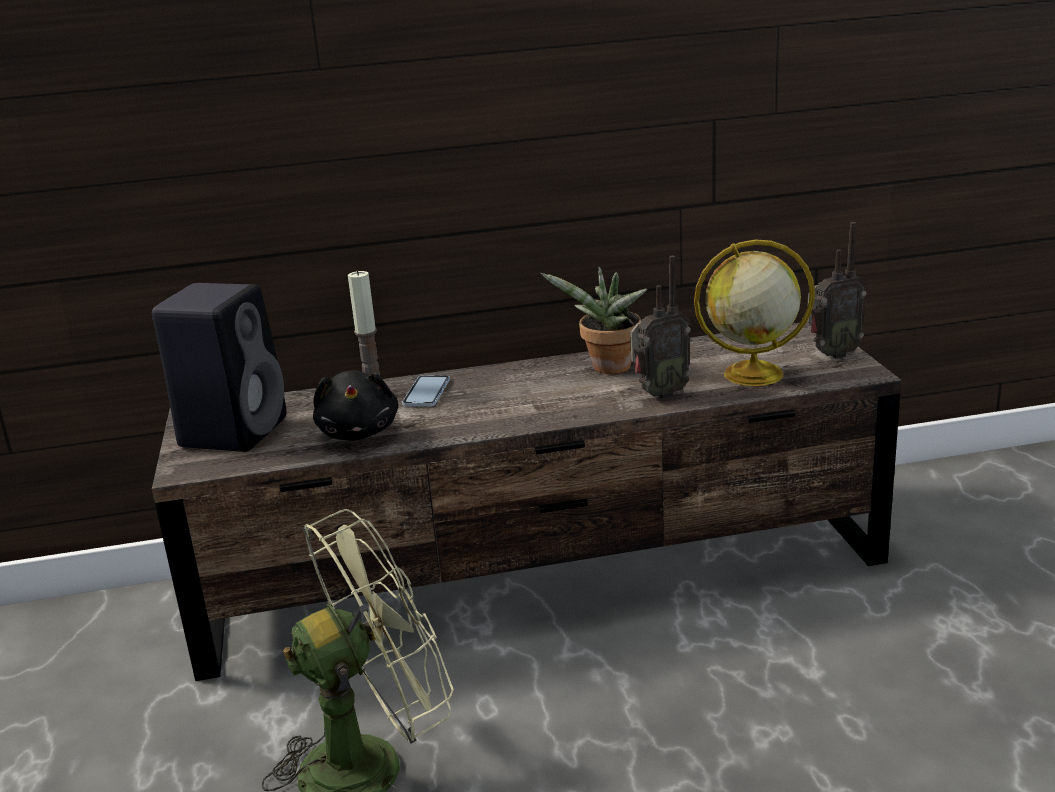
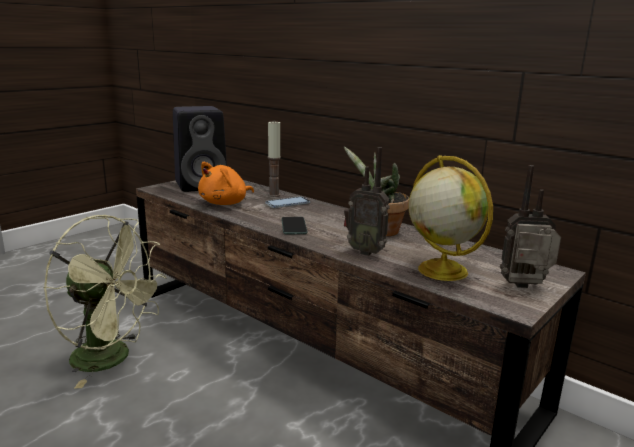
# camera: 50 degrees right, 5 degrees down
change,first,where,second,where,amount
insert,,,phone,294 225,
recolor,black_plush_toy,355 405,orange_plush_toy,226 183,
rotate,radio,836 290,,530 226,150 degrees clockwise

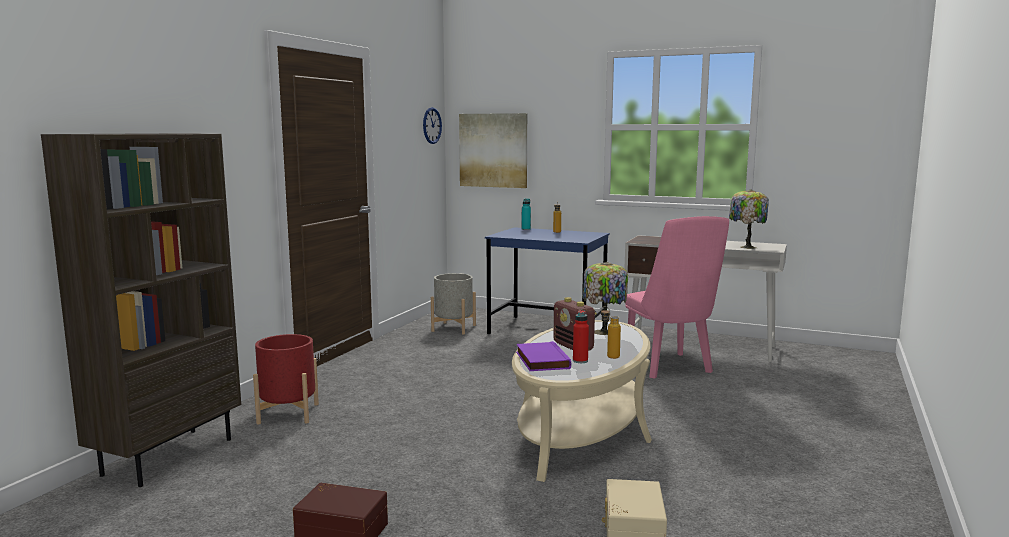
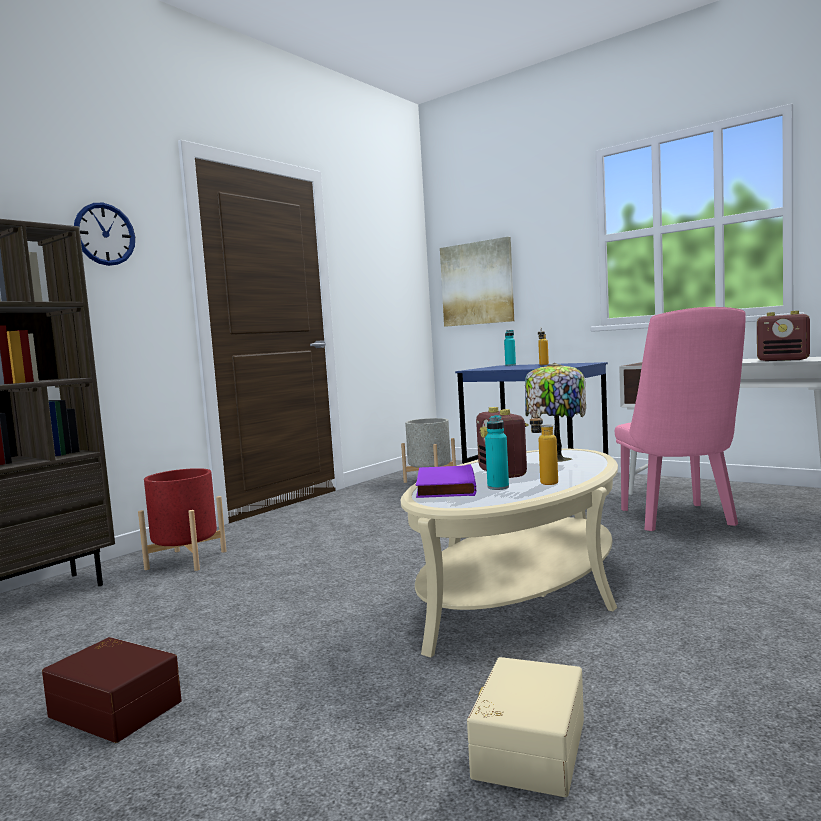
# camera: 15 degrees right, 5 degrees down
change,first,where,second,where,amount
move,wall_clock,432 125,,104 234,
replace,table_lamp,749 219,radio,783 336,
recolor,red_bottle,581 336,turquoise_bottle,497 452,

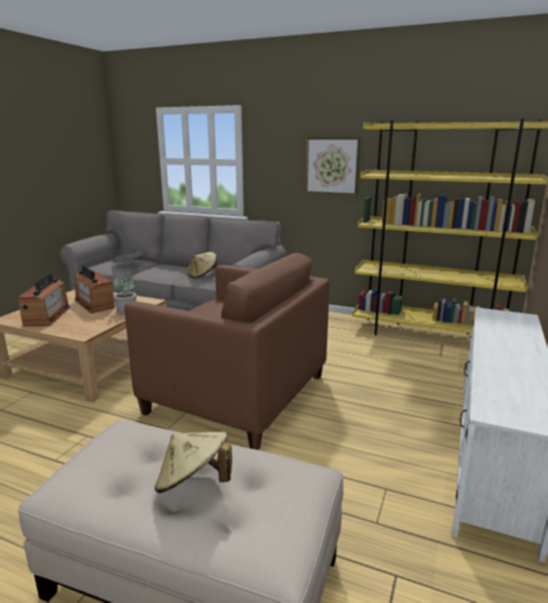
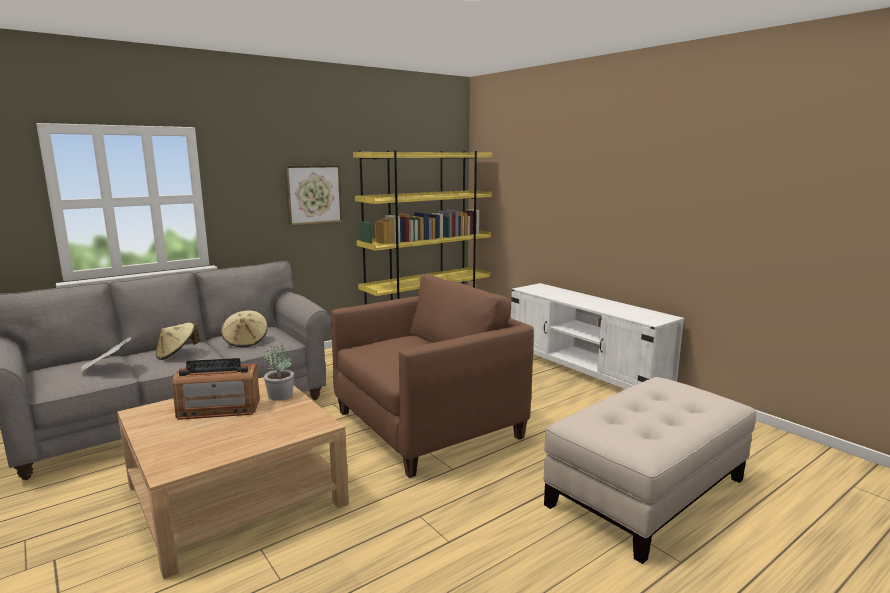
# camera: 60 degrees left, 5 degrees down
change,first,where,second,where,amount
delete,radio,43 299,,,
move,beige_hat,193 462,,178 341,

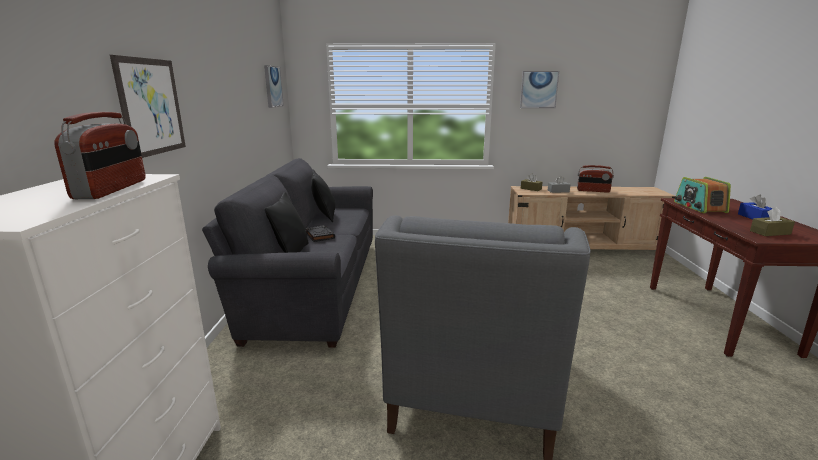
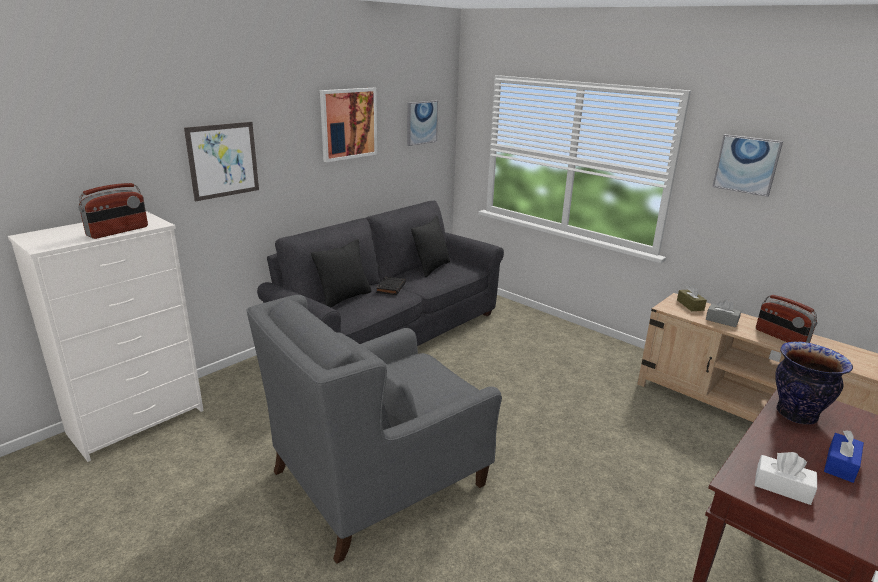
# camera: 40 degrees right, 5 degrees up
change,first,where,second,where,amount
insert,,,picture,348 125,
replace,radio,702 195,vase,814 383,
recolor,brown_tissue_box,772 221,white_tissue_box,786 478,

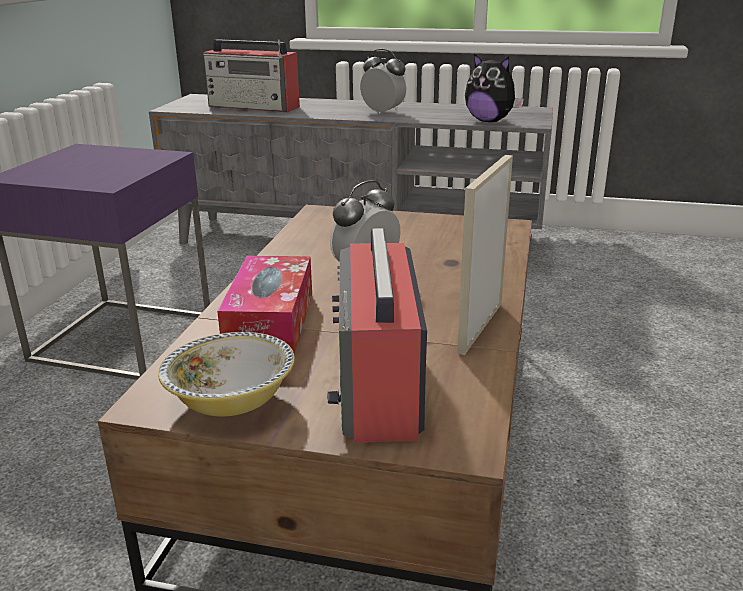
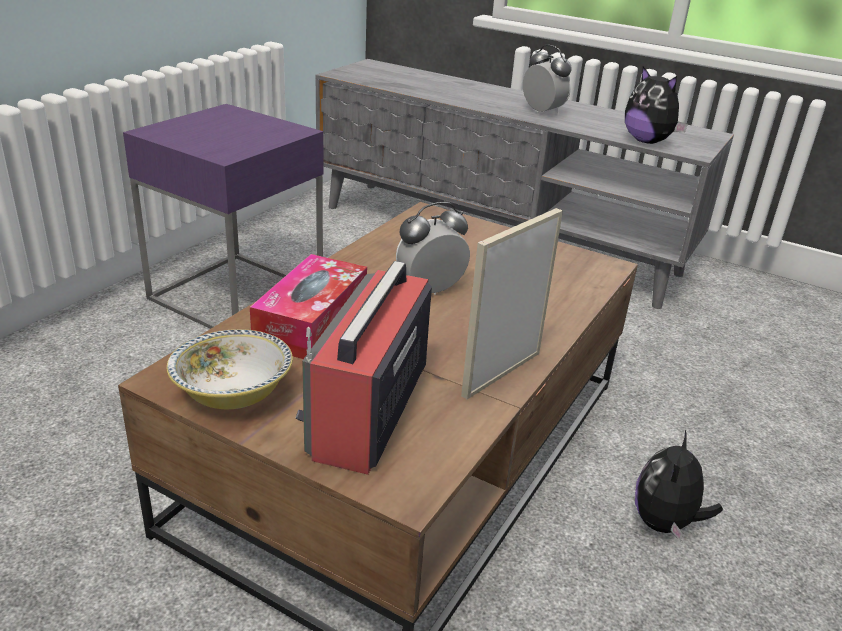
# camera: 15 degrees right, 5 degrees up
change,first,where,second,where,amount
delete,radio,251 75,,,
insert,,,plush_toy,679 486,

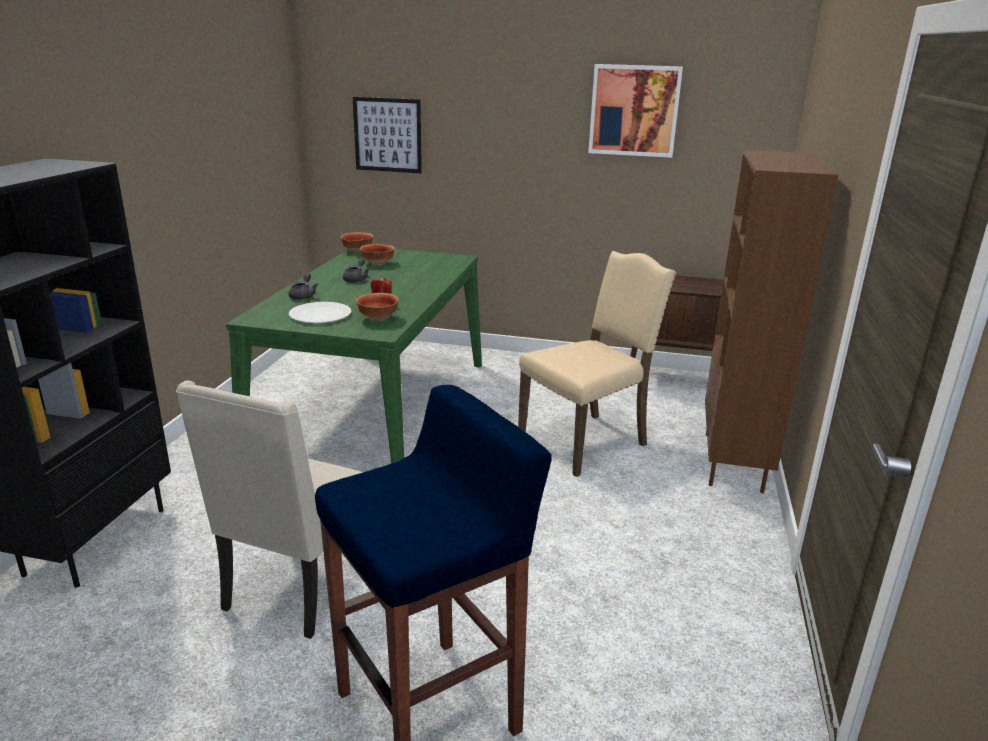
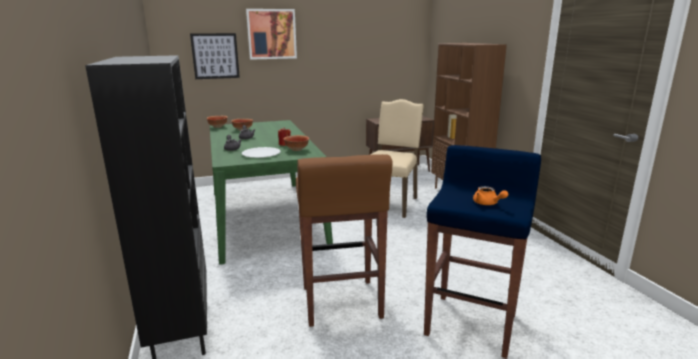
# camera: 30 degrees left, 5 degrees down
change,first,where,second,where,amount
insert,,,orange_teapot,490 195,
move,picture,635 111,,271 34,
replace,beige_chair,269 509,brown_stool,344 240,

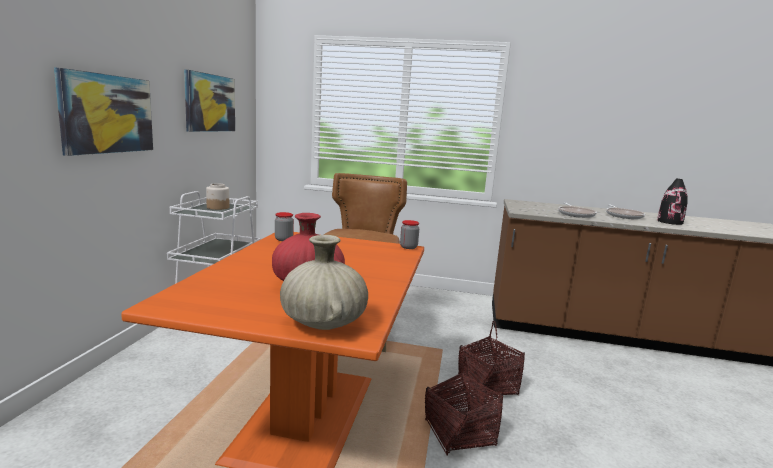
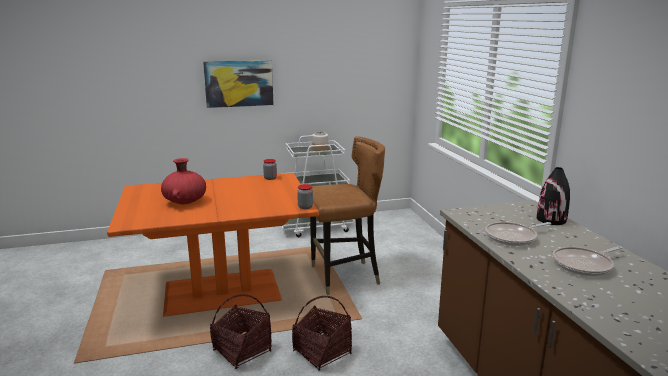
# camera: 65 degrees right, 5 degrees up
change,first,where,second,where,amount
delete,picture,209 100,,,
delete,beige_vase,324 282,,,
move,black_vase,672 202,,553 196,

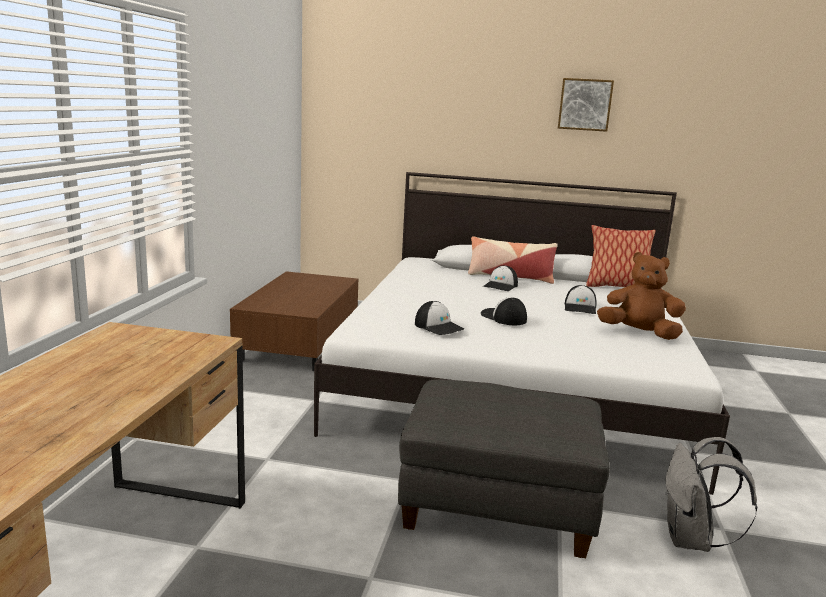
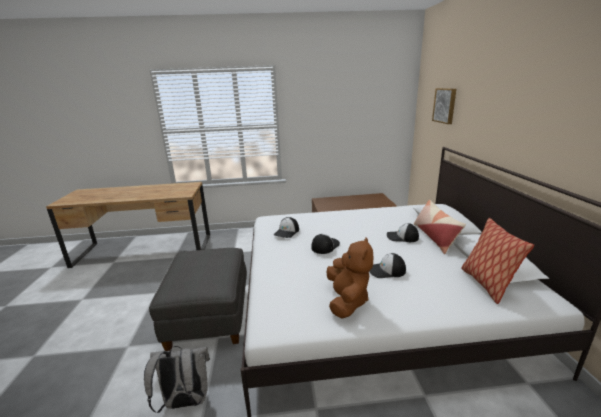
# camera: 75 degrees right, 5 degrees up
change,first,where,second,where,amount
move,picture,586 105,,444 106,

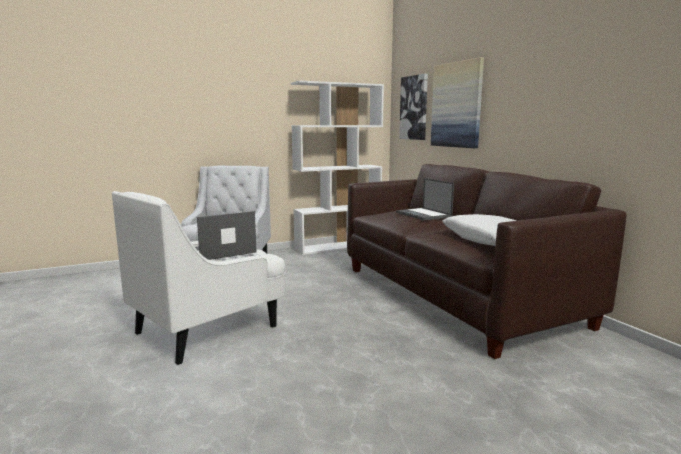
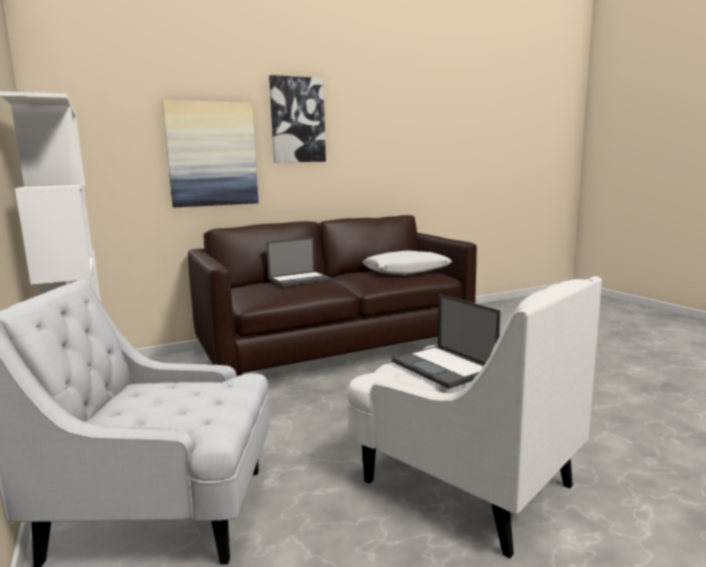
# camera: 90 degrees left, 0 degrees up
change,first,where,second,where,amount
move,picture,413 107,,297 118,

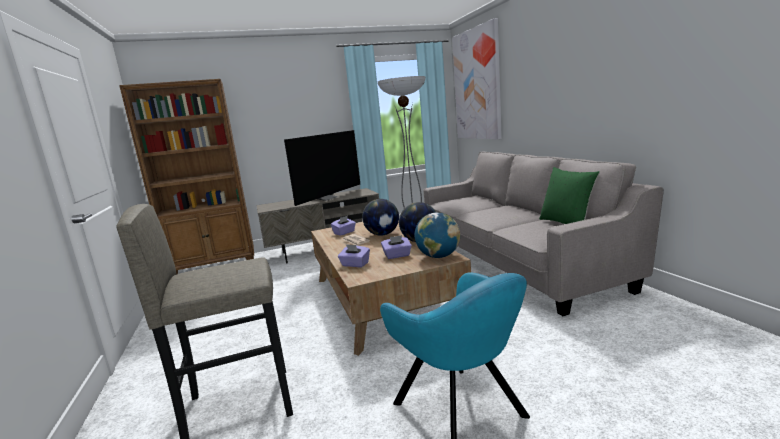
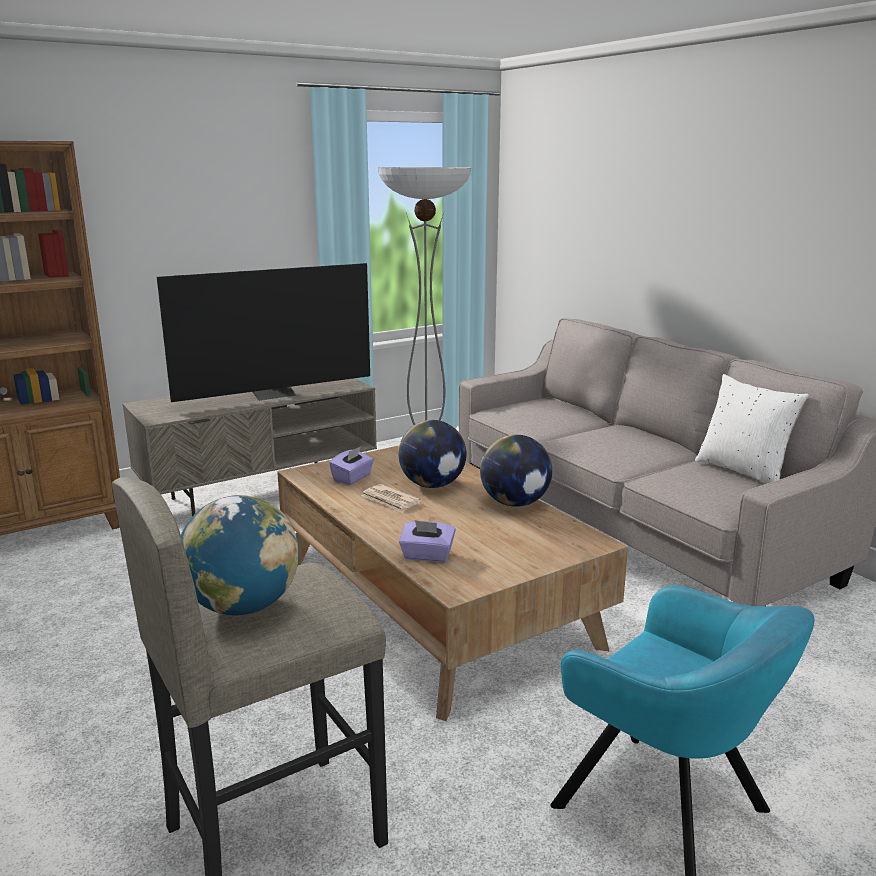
# camera: 15 degrees left, 5 degrees up
change,first,where,second,where,amount
delete,purple_tissue_box,396 247,,,
delete,picture,477 78,,,
move,globe,437 235,,240 555,
recolor,green_pillow,569 195,white_pillow,752 429,
rotate,television,322 168,,263 332,45 degrees clockwise

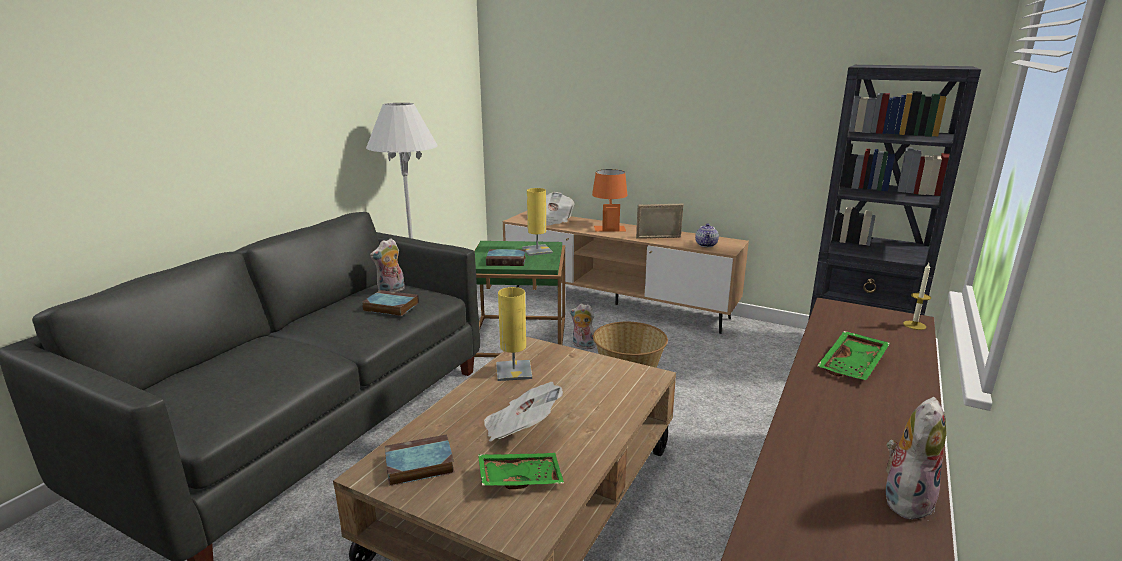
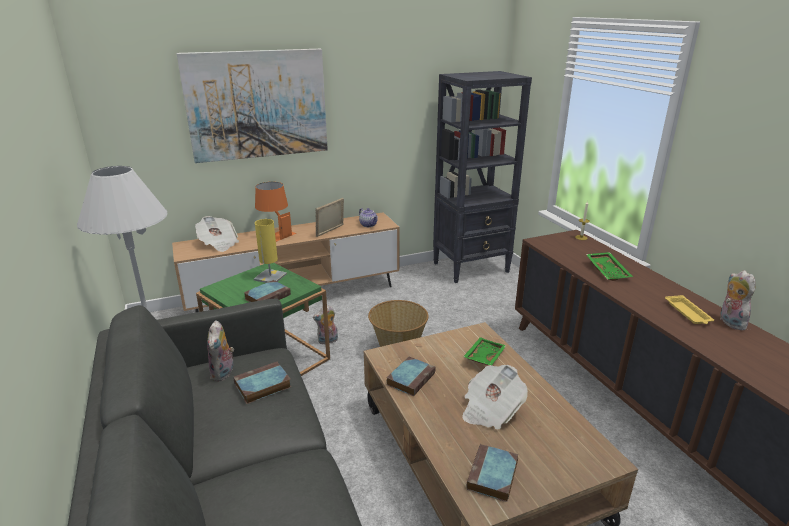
# camera: 50 degrees left, 5 degrees up
change,first,where,second,where,amount
insert,,,picture,252 106,
insert,,,yellow_tray,689 309,
move,green_tray,521 471,,484 351,
replace,yellow_table_lamp,514 334,book,411 376,

